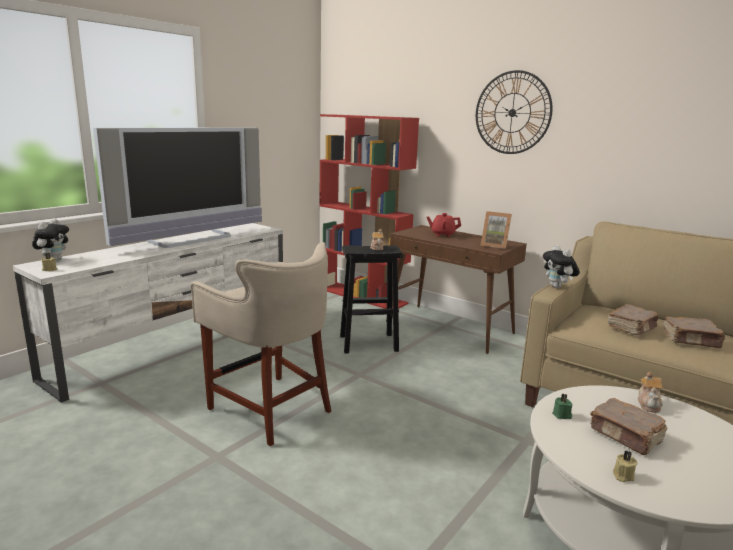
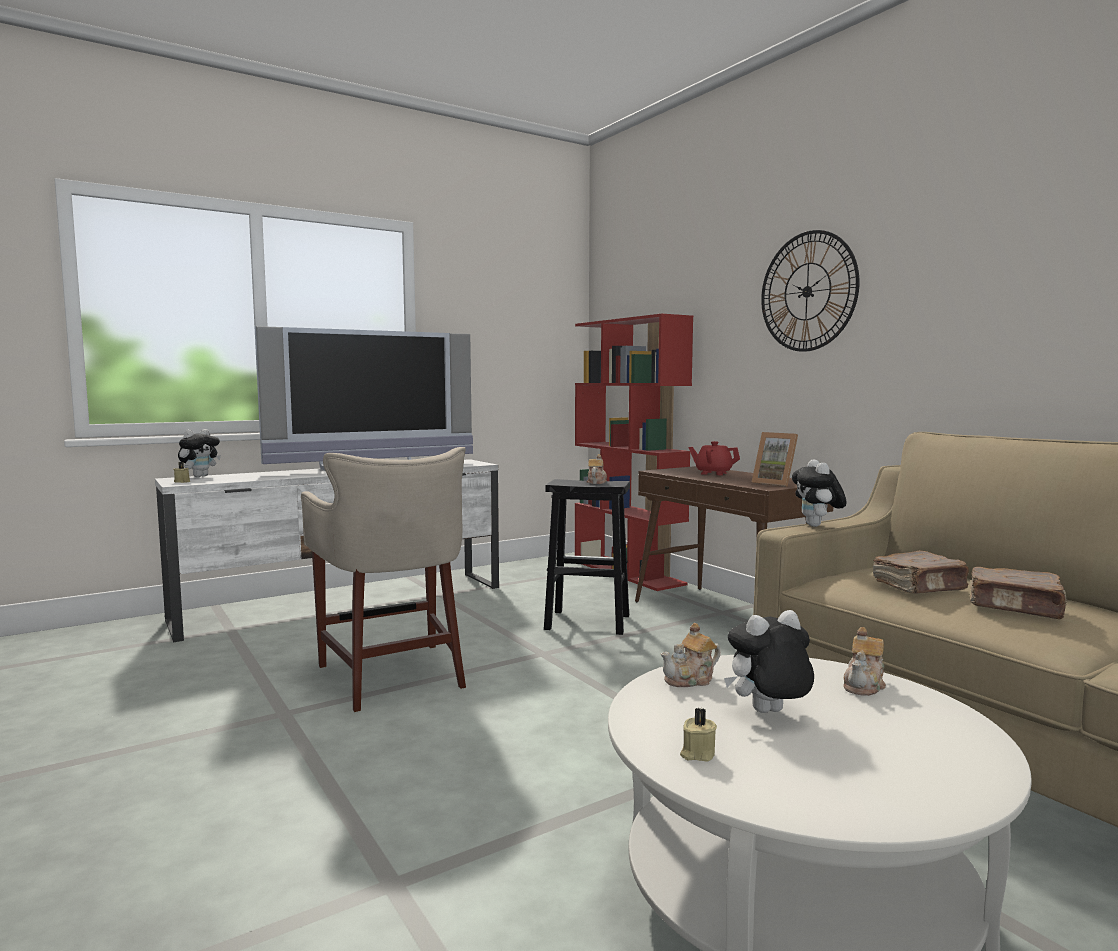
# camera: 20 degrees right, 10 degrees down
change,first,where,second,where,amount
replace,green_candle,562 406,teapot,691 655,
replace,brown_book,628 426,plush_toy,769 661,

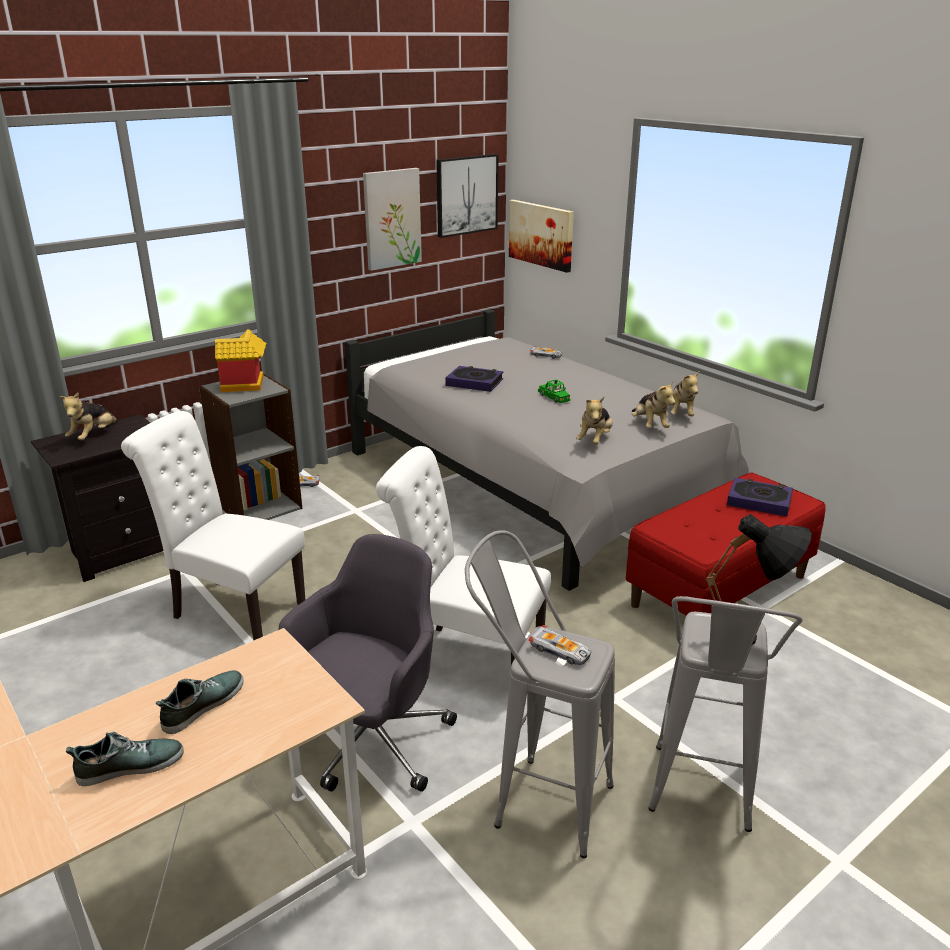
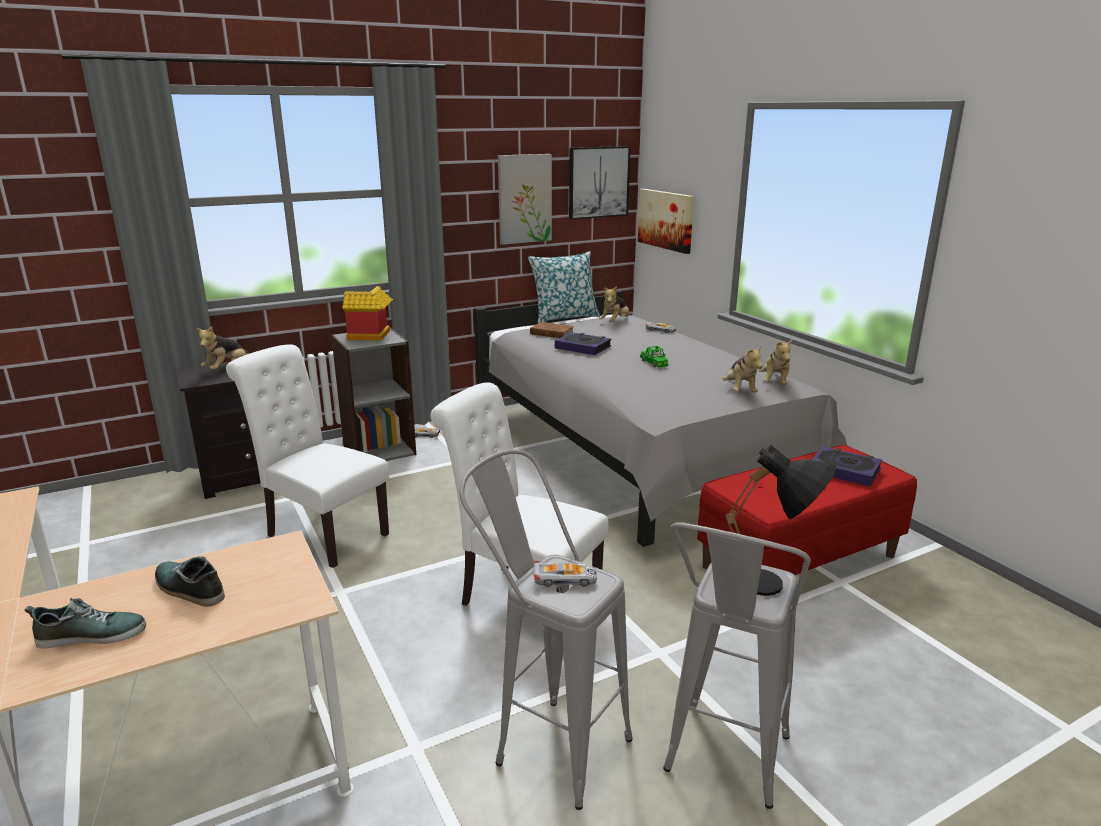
# camera: 10 degrees right, 5 degrees down
change,first,where,second,where,amount
delete,grey_office_chair,368 663,,,
insert,,,pillow,564 287,
insert,,,brown_book,552 330,
move,plush_toy,594 420,,614 304,
rotate,shoe,200 702,,190 581,105 degrees counterclockwise
rotate,toy_car,559 645,,565 574,45 degrees counterclockwise

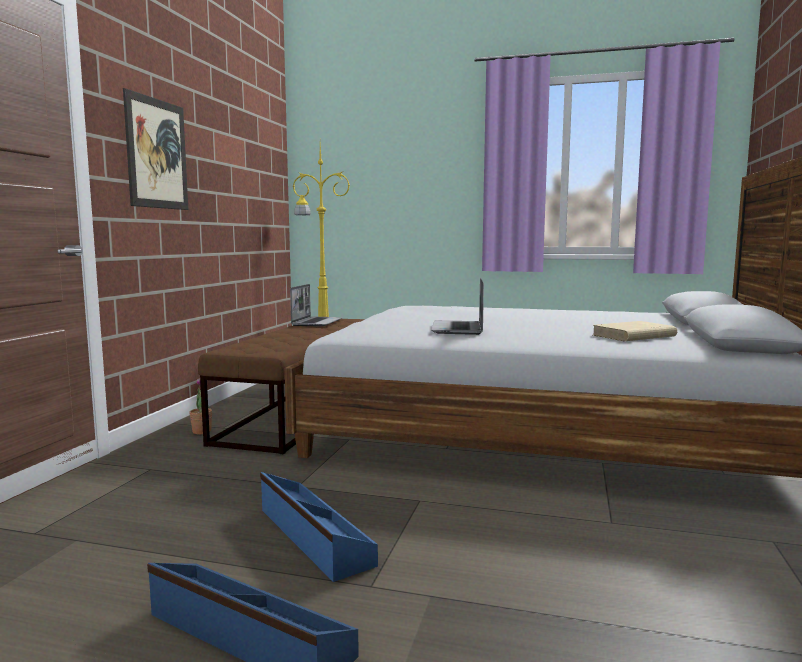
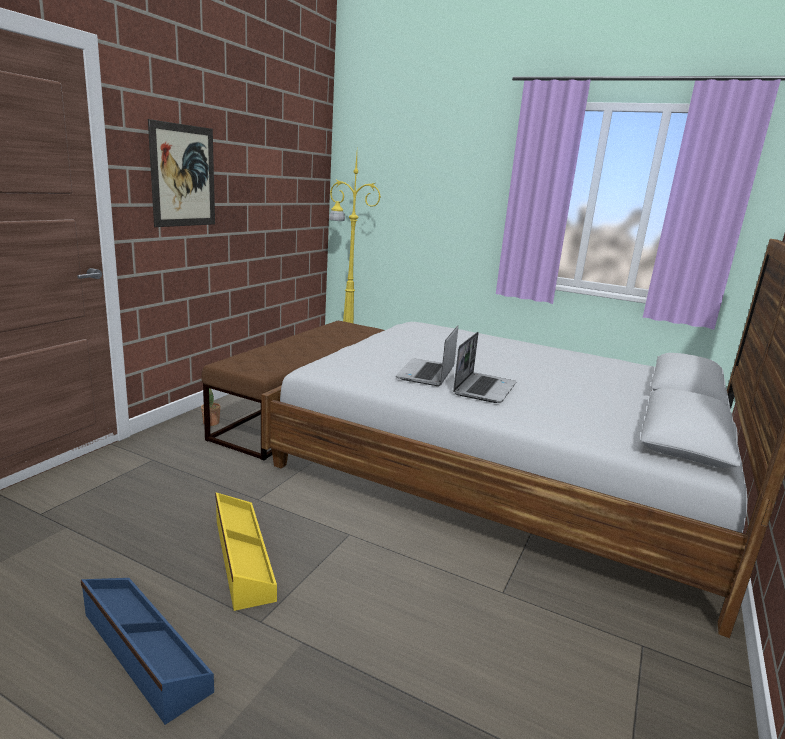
# camera: 10 degrees right, 10 degrees up
change,first,where,second,where,amount
delete,beige_book,635 331,,,
move,laptop,316 305,,485 367,
recolor,blue_storage_box,319 527,yellow_storage_box,246 552,

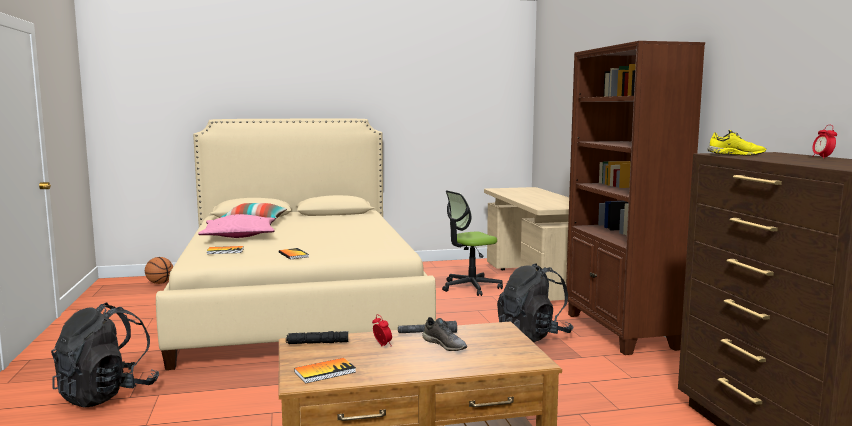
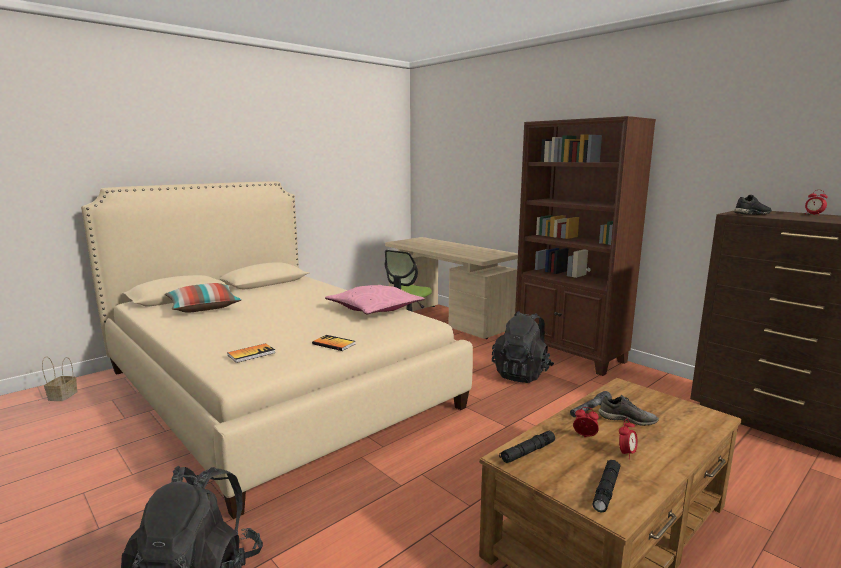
# camera: 30 degrees left, 5 degrees up
change,first,where,second,where,amount
insert,,,alarm_clock,628 439,
move,pink_pillow,236 226,,375 299,
replace,basketball,159 270,basket,60 379,
replace,book,325 371,black_flashlight,606 486,
recolor,yellow_shoe,737 143,black_shoe,753 205,

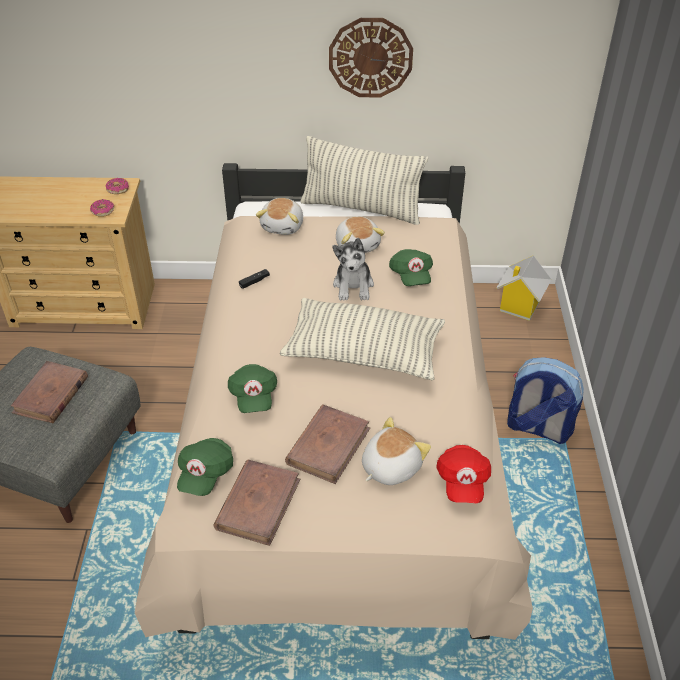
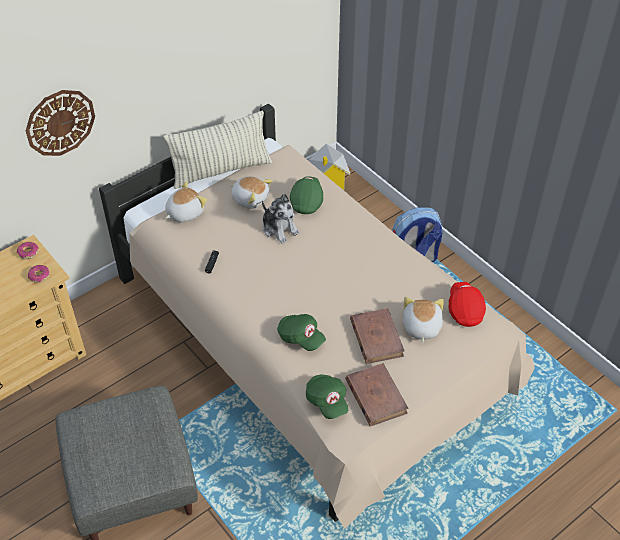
# camera: 40 degrees left, 5 degrees up
change,first,where,second,where,amount
delete,brown_book,49 392,,,
delete,pillow,362 339,,,
move,wall_clock,371 57,,60 123,
rotate,plush_toy,279 216,,186 202,105 degrees counterclockwise
rotate,green_cap,411 267,,306 195,120 degrees counterclockwise
rotate,red_cap,463 474,,467 304,150 degrees counterclockwise

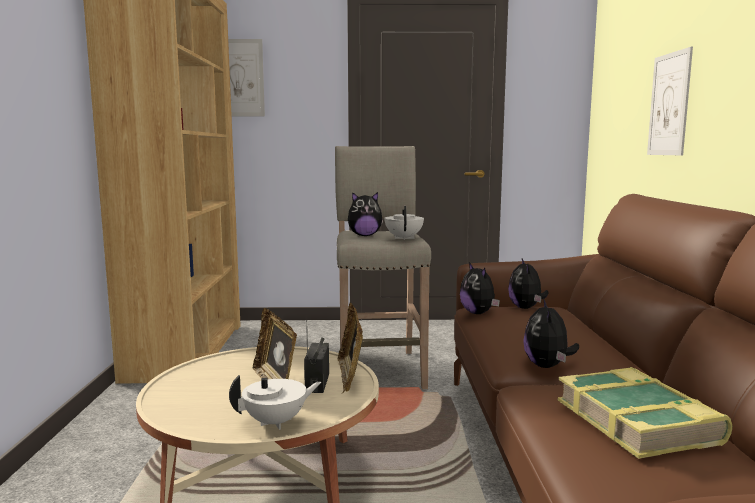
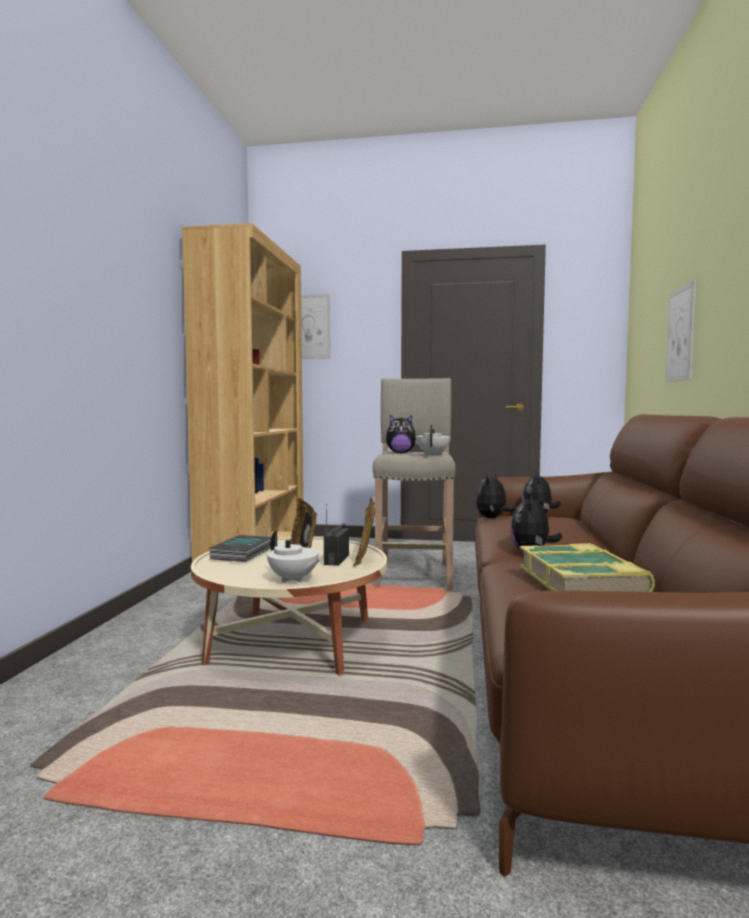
# camera: 10 degrees right, 5 degrees down
change,first,where,second,where,amount
insert,,,book,240 548,
rotate,white_teapot,275 402,,293 557,60 degrees clockwise
rotate,plush_toy,480 288,,496 495,45 degrees clockwise

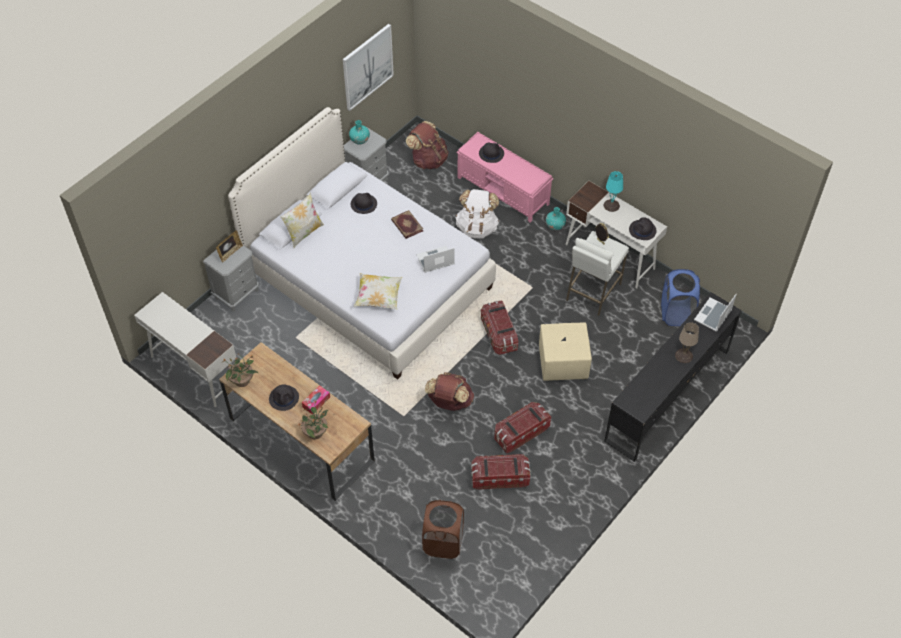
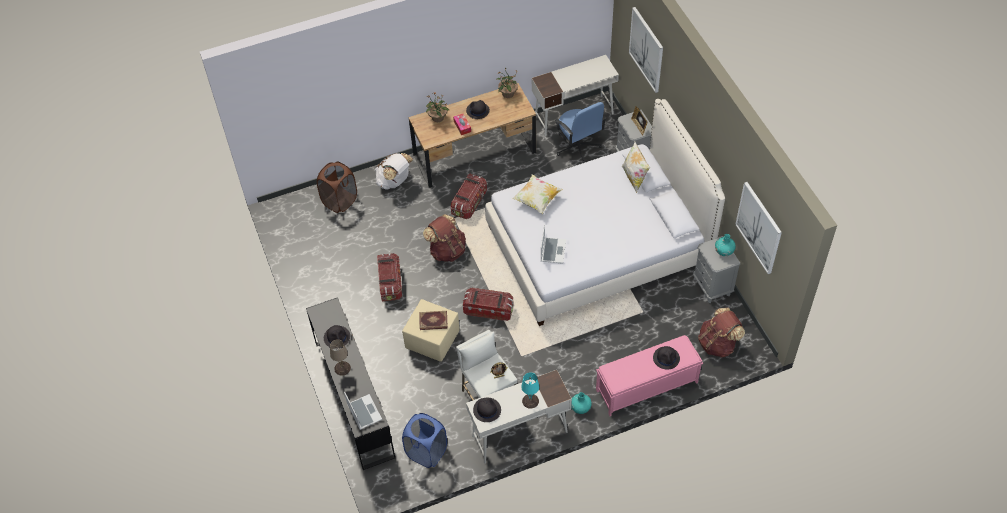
# camera: 120 degrees right, 0 degrees up
change,first,where,second,where,amount
insert,,,blue_office_chair,580 132,
insert,,,picture,646 50,
move,black_hat,364 203,,337 337,
move,book,407 224,,433 320,
move,white_backpack,477 214,,394 171,
move,storage_box,501 472,,469 196,

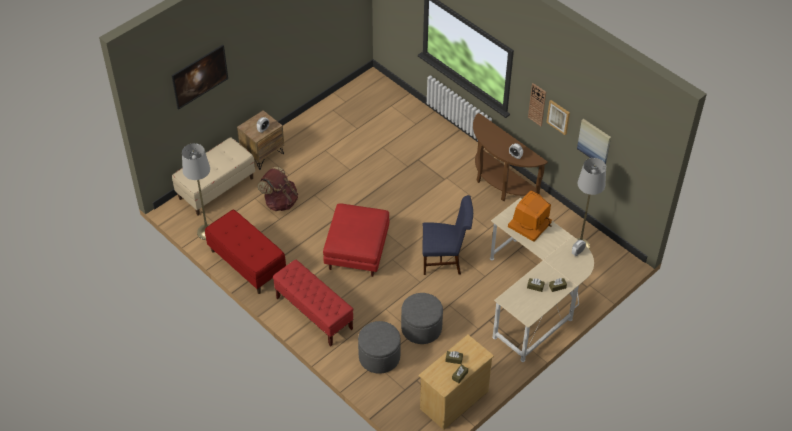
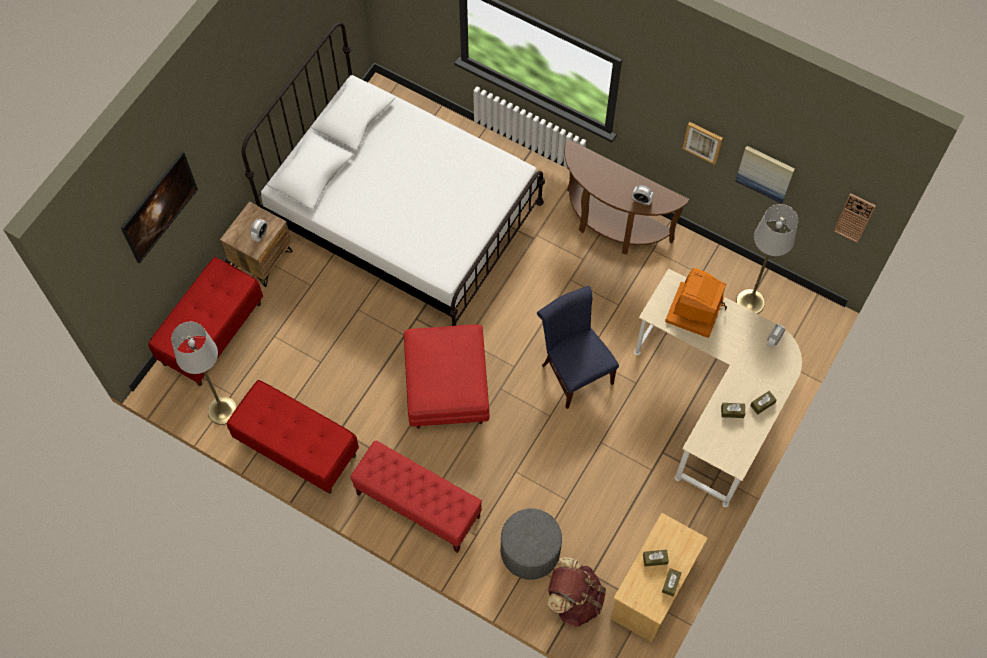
# camera: 15 degrees left, 15 degrees up
change,first,where,second,where,amount
delete,grey_ottoman,422 318,,,
insert,,,white_bed,393 174,
move,brown_backpack,278 189,,576 592,
move,wall_clock,537 104,,855 218,
recolor,beige_bench,213 176,red_bench,205 321,
rotate,blue_chair,447 235,,578 347,105 degrees counterclockwise

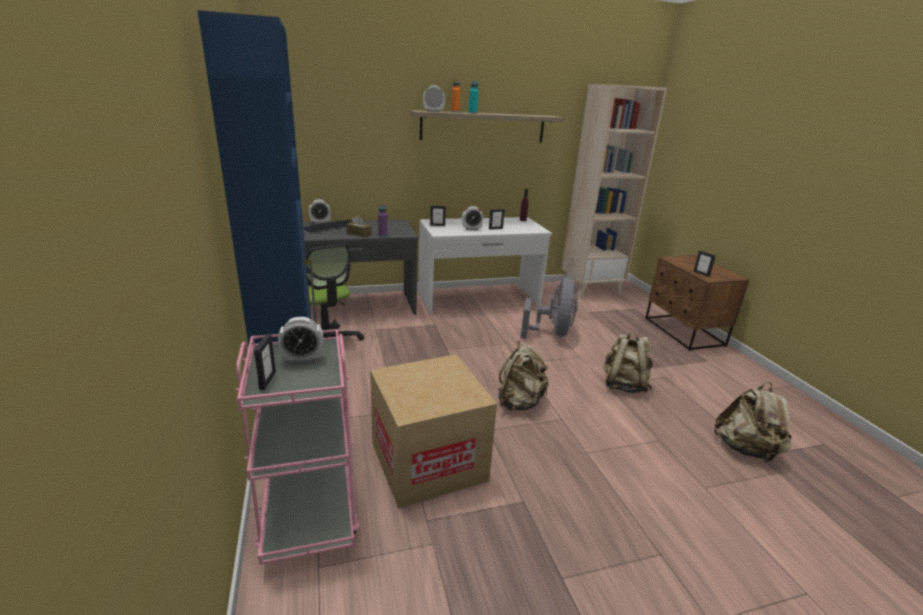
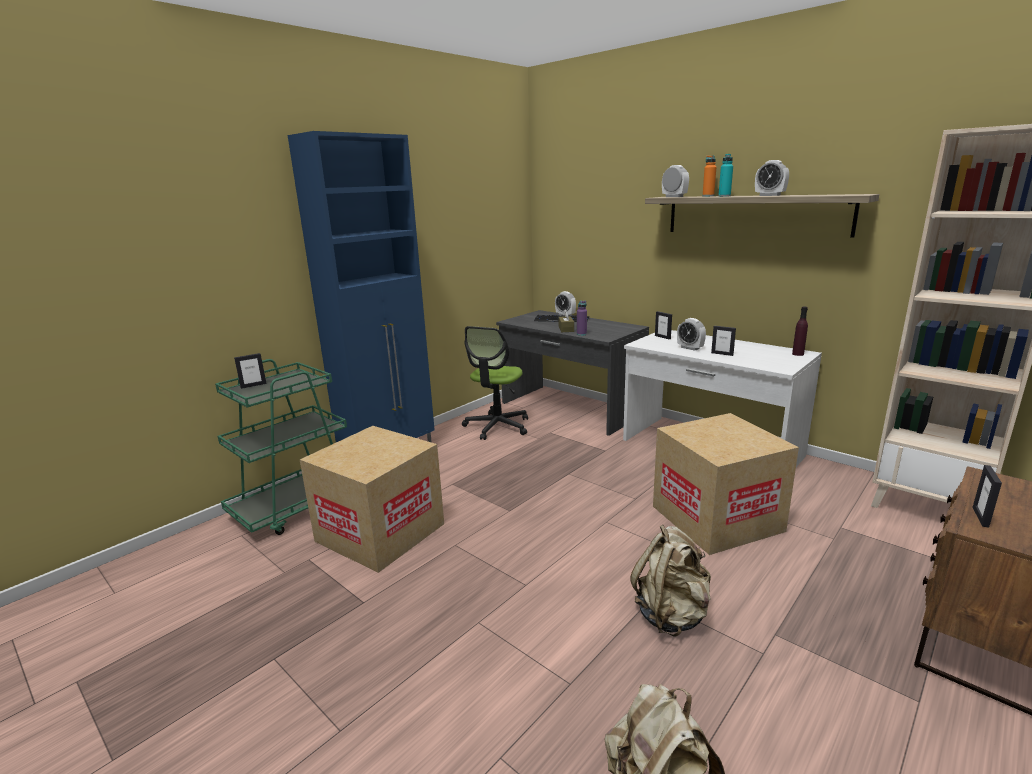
# camera: 60 degrees right, 5 degrees down
change,first,where,second,where,amount
delete,beige_backpack,523 376,,,
move,alarm_clock,300 340,,772 178,
replace,grey_fan,549 308,cardboard_box,726 484,
recolor,pink_cart,297 447,green_cart,281 447,

